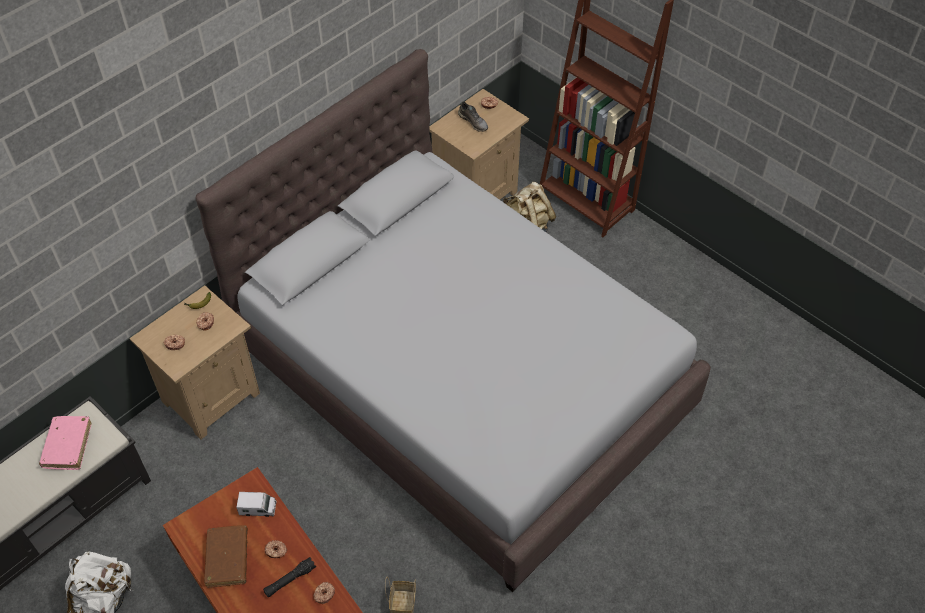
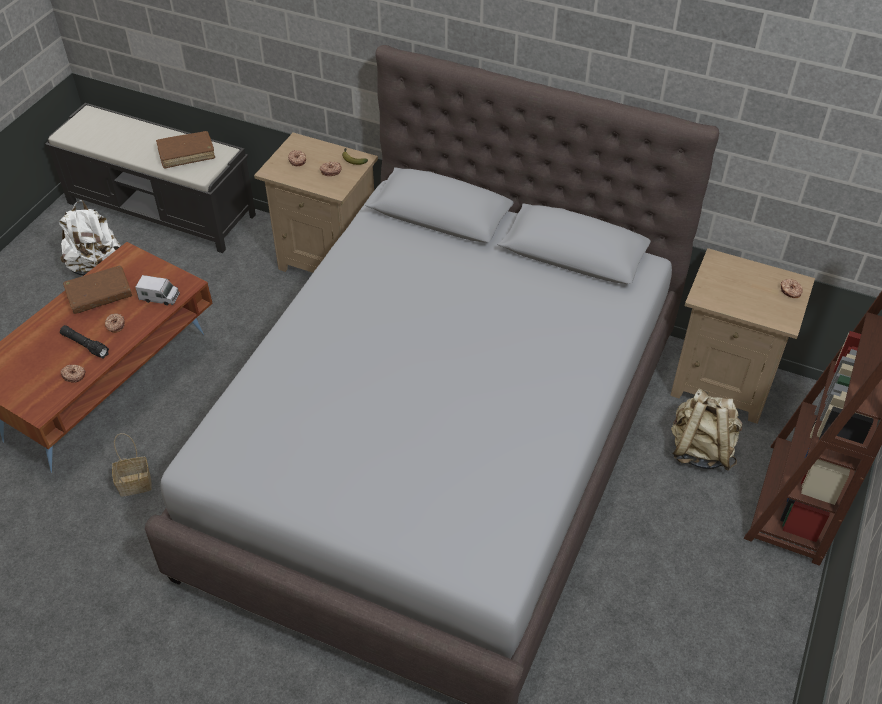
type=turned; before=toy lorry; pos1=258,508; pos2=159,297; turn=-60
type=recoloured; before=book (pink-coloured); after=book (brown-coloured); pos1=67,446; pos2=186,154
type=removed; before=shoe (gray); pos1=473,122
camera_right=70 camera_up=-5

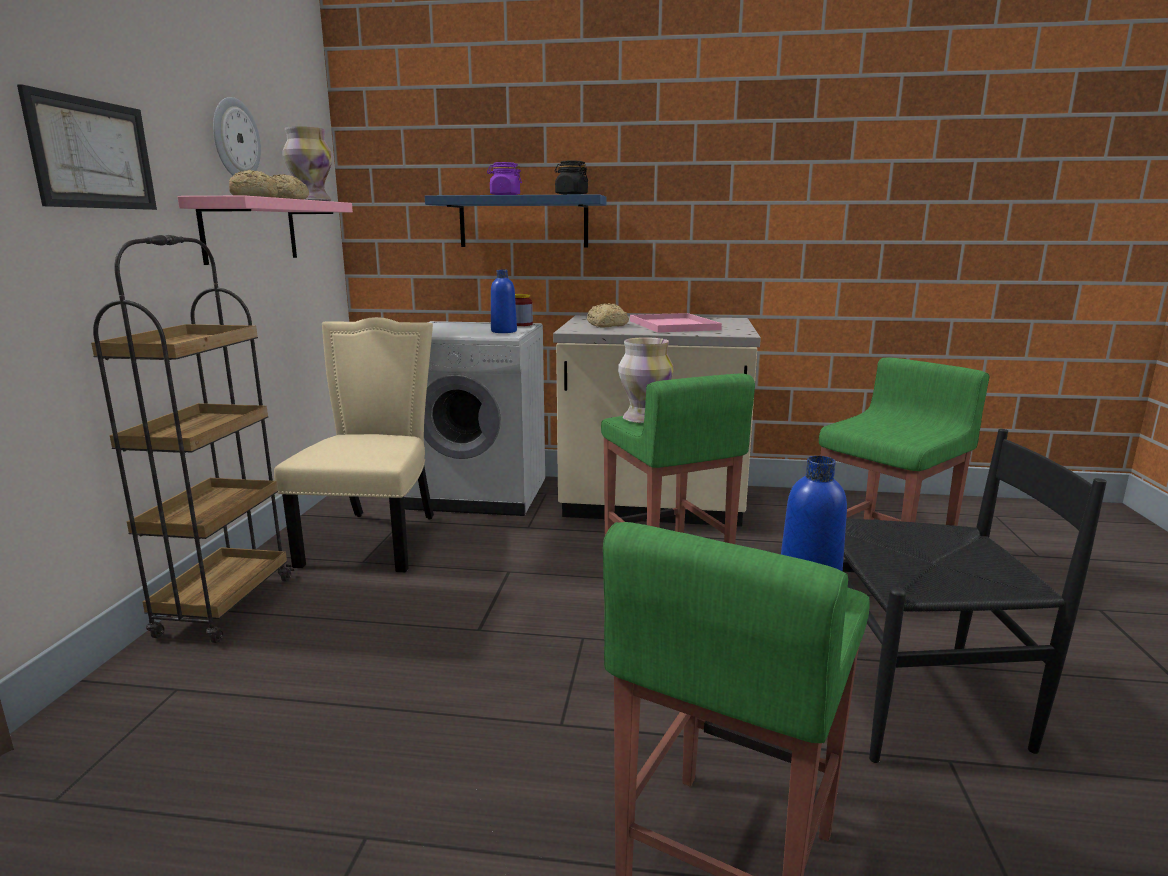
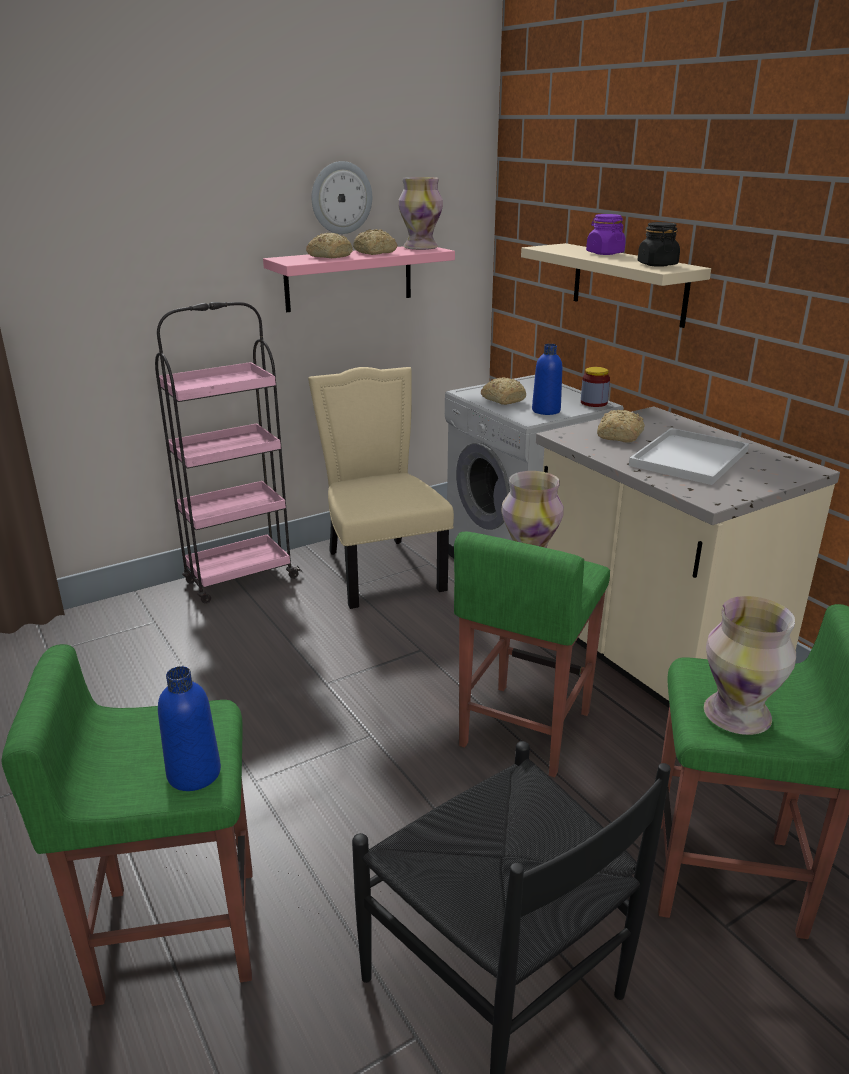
type=recoloured; before=trolley (brown-coloured); after=trolley (pink-coloured); pos1=224,608; pos2=240,580
type=turned; before=plain chair (sand-coloured); pos1=373,542; pos2=382,573; turn=-75
type=added; after=bakery bread; pos2=503,399
type=recoloured; before=wall shelf (bluish); after=wall shelf (sand-coloured); pos1=523,222; pos2=629,284
type=recoloured; before=carrying tray (pink-coloured); after=carrying tray (white-coloured); pos1=672,325; pos2=689,457
type=added; after=decorative vase; pos2=737,716
type=removed; before=wall art; pos1=92,154
camera_right=50 camera_up=10

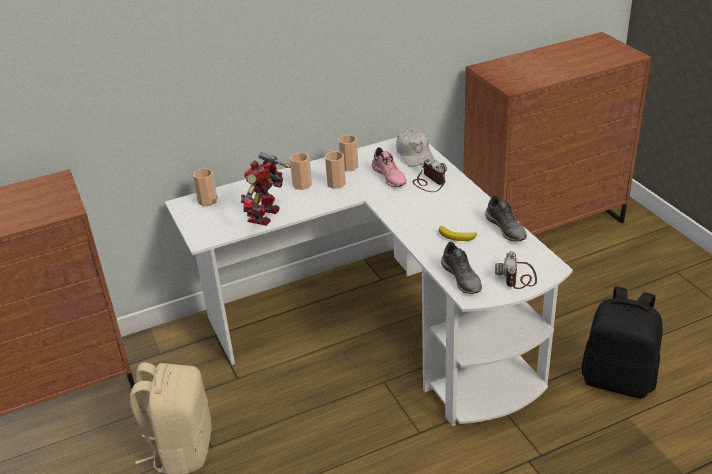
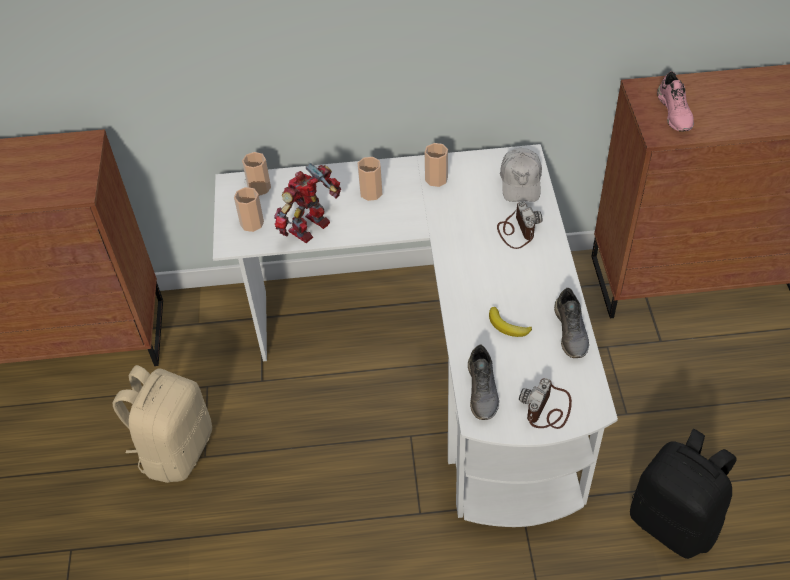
type=moved; before=small cup; pos1=336,183; pos2=252,223
type=moved; before=shoe (pink-coloured); pos1=390,176; pos2=675,112
camera_right=20 camera_up=15

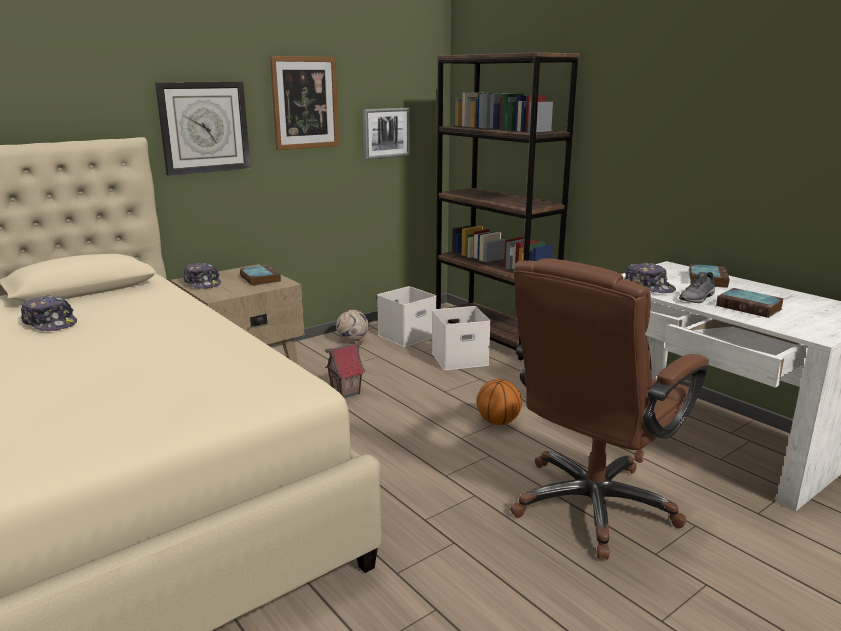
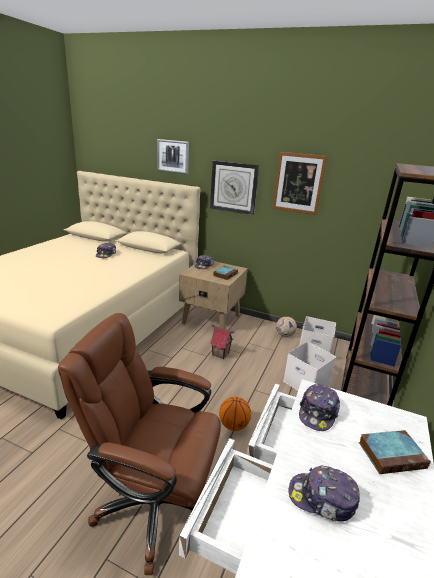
type=moved; before=wall art; pos1=386,133; pos2=173,156
type=replaced; before=book; after=cap; pos1=750,307; pos2=322,499
type=removed; before=shoe (gray); pos1=697,298
camera_right=60 camera_up=5

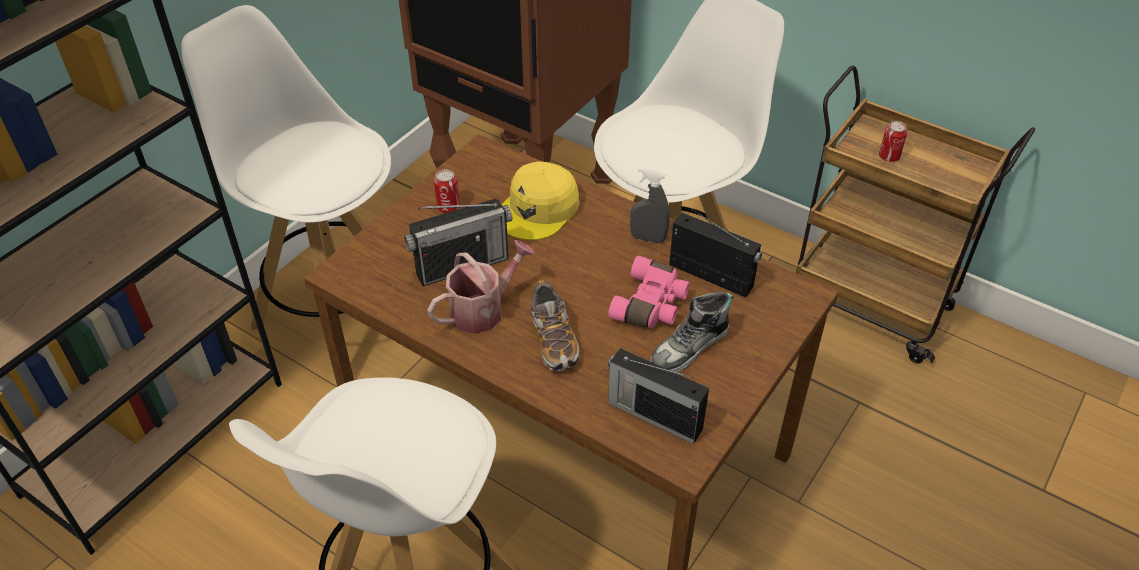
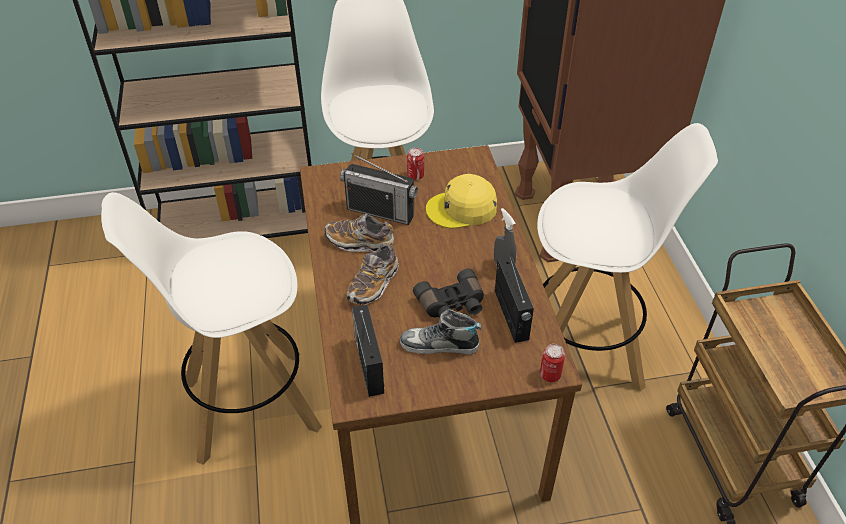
type=replaced; before=watering pot; after=shoe; pos1=483,309; pos2=360,242
type=recoloured; before=pair of binoculars (pink-coloured); after=pair of binoculars (black-coloured); pos1=651,305; pos2=452,305
type=moved; before=can; pos1=889,157; pos2=550,375
camera_right=45 camera_up=0

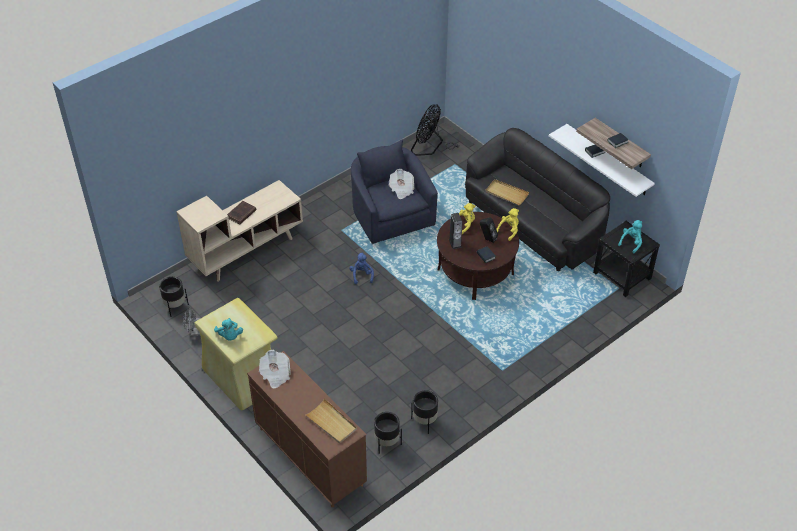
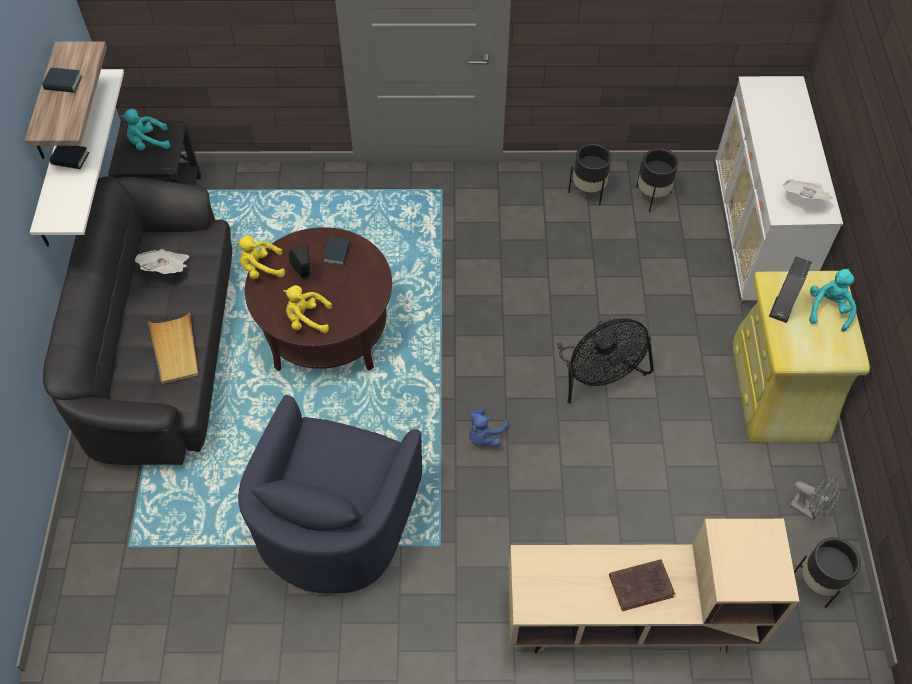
type=moved; before=printed paper; pos1=401,189; pos2=167,269
type=moved; before=electric fan (black-coloured); pos1=432,145; pos2=596,375
type=recoloured; before=cupboard (brown-coloured); after=cupboard (white-coloured); pos1=310,457; pos2=754,236
type=moved; before=speaker; pos1=455,243; pos2=781,309
type=removed; before=carrying tray (sand-coloured); pos1=331,423
camera_right=-140 camera_up=10

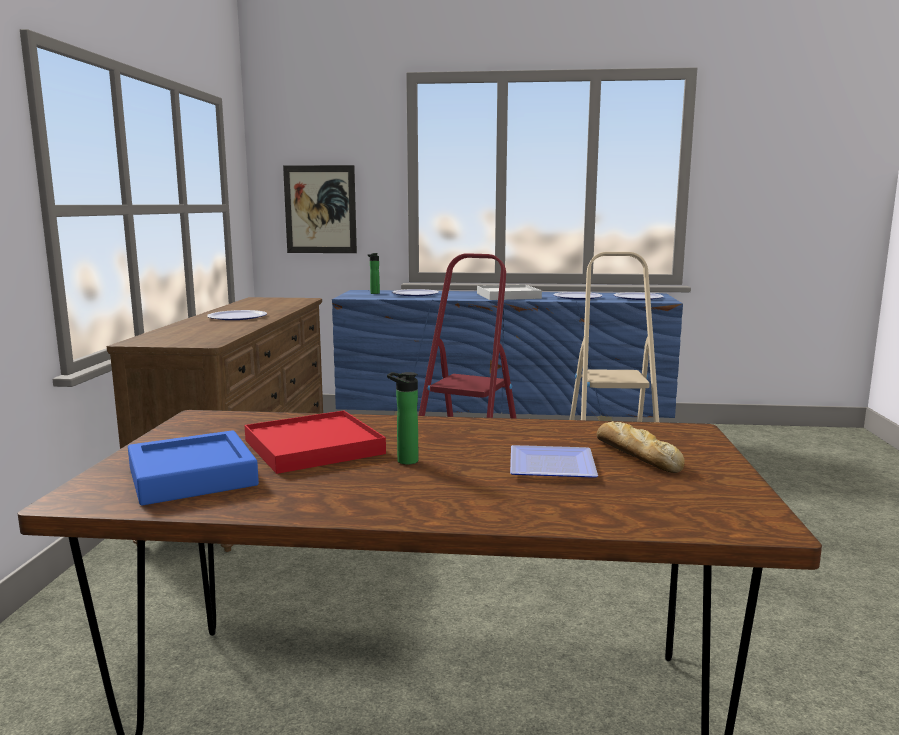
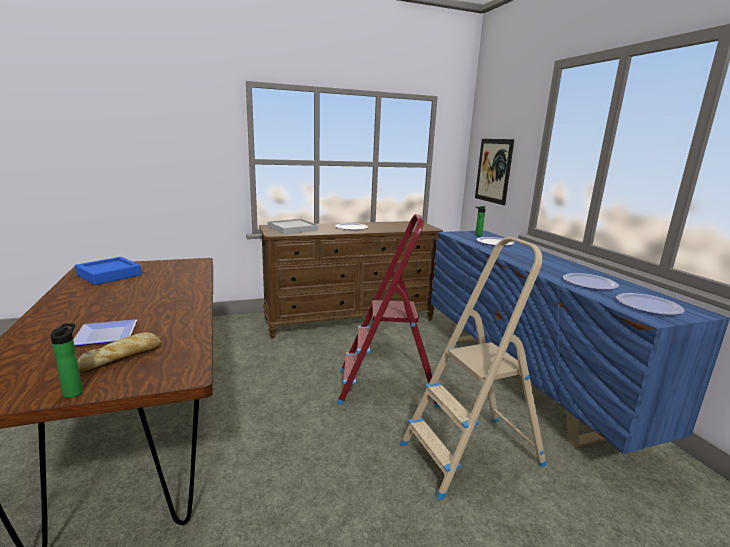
type=moved; before=drink bottle; pos1=404,460; pos2=74,391
type=moved; before=carrying tray (white-coloured); pos1=508,296; pos2=292,228
type=removed; before=carrying tray (red-coloured); pos1=314,447
camera_right=65 camera_up=5

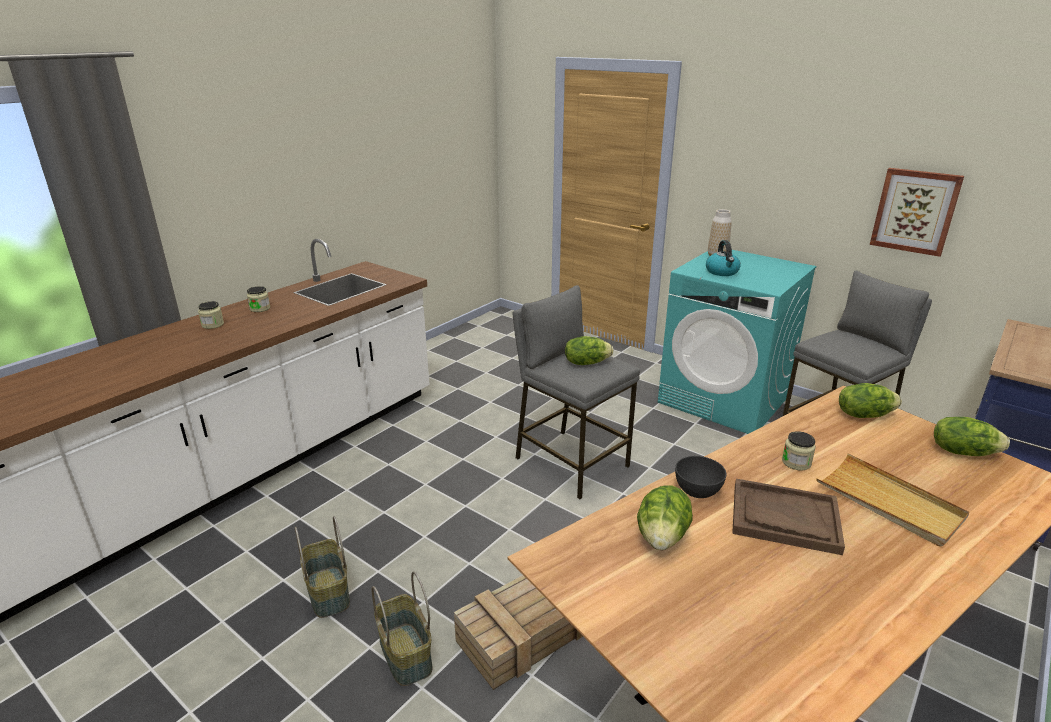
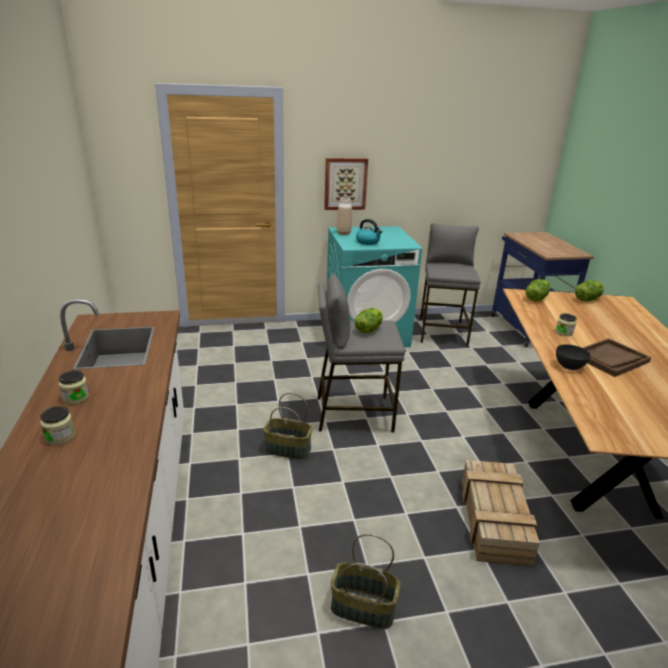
type=moved; before=storage basket; pos1=404,654; pos2=287,450
type=moved; before=wall art; pos1=915,211; pos2=345,184
type=removed; before=head of lettuce; pos1=662,538
type=removed; before=carrying tray (sand-coloured); pos1=889,502
camera_right=-50 camera_up=0

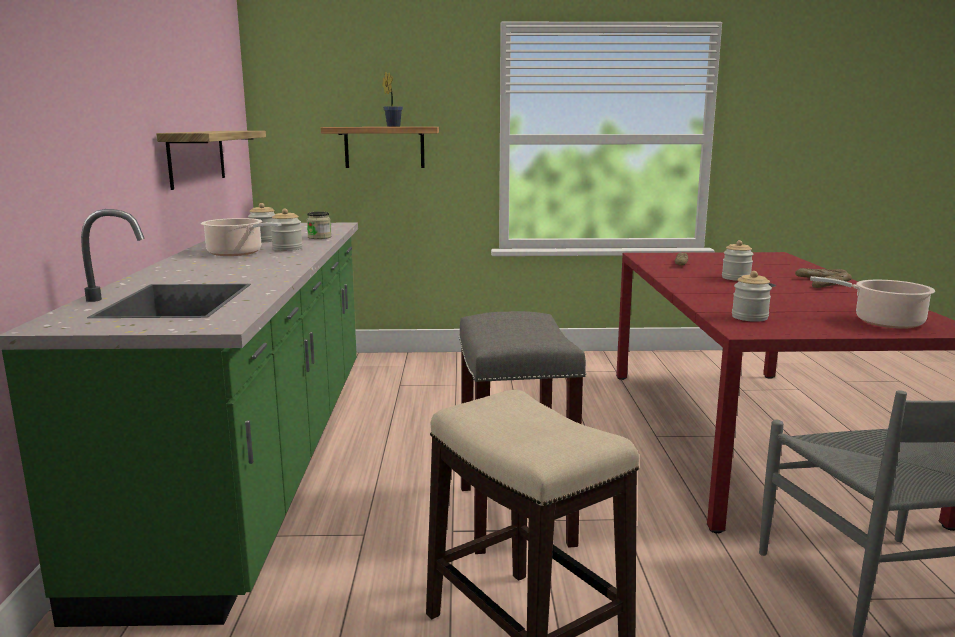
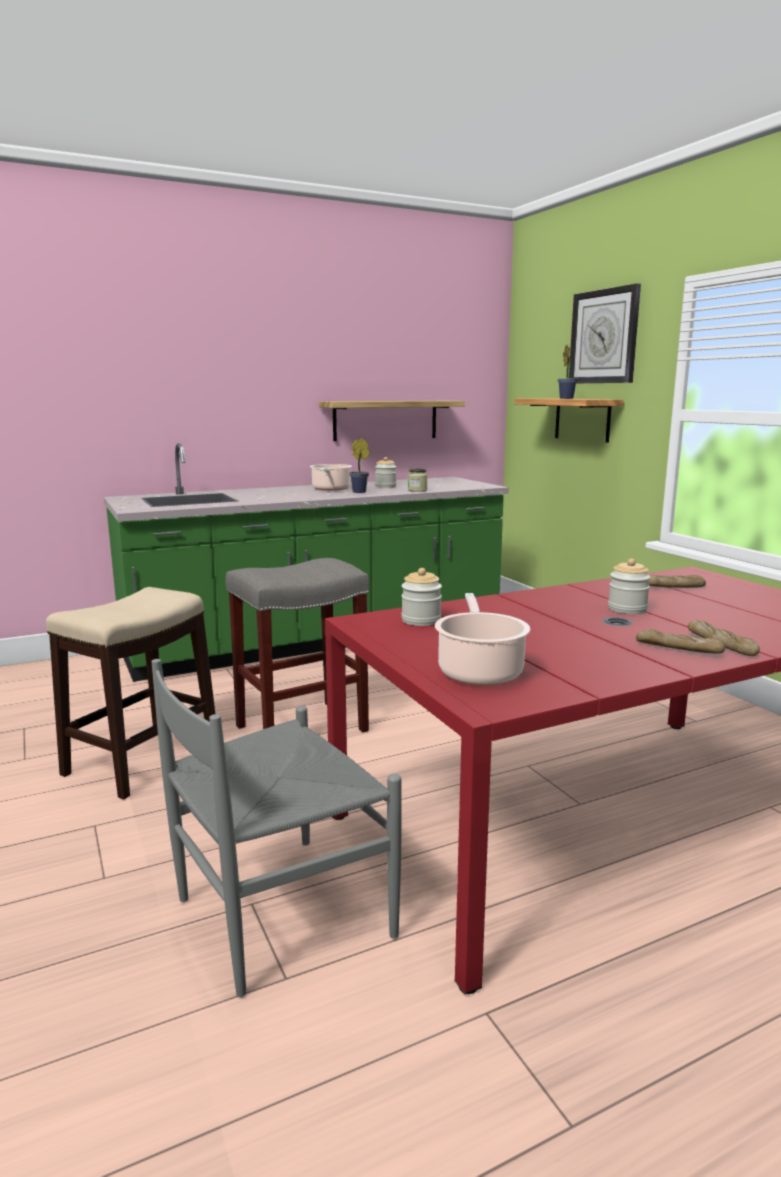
type=replaced; before=jar; after=houseplant; pos1=287,248; pos2=361,492
type=added; after=wall clock; pos2=604,337
camera_right=65 camera_up=0

